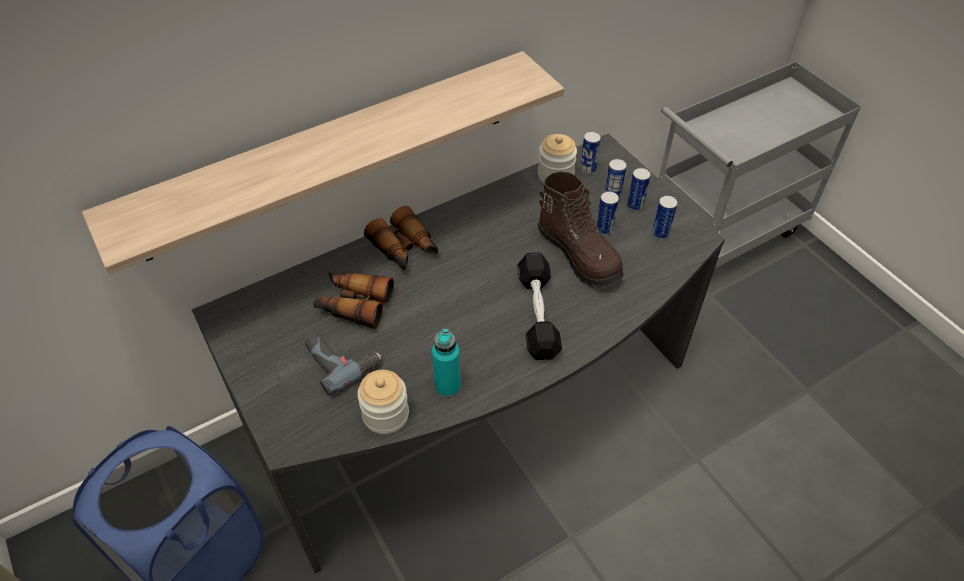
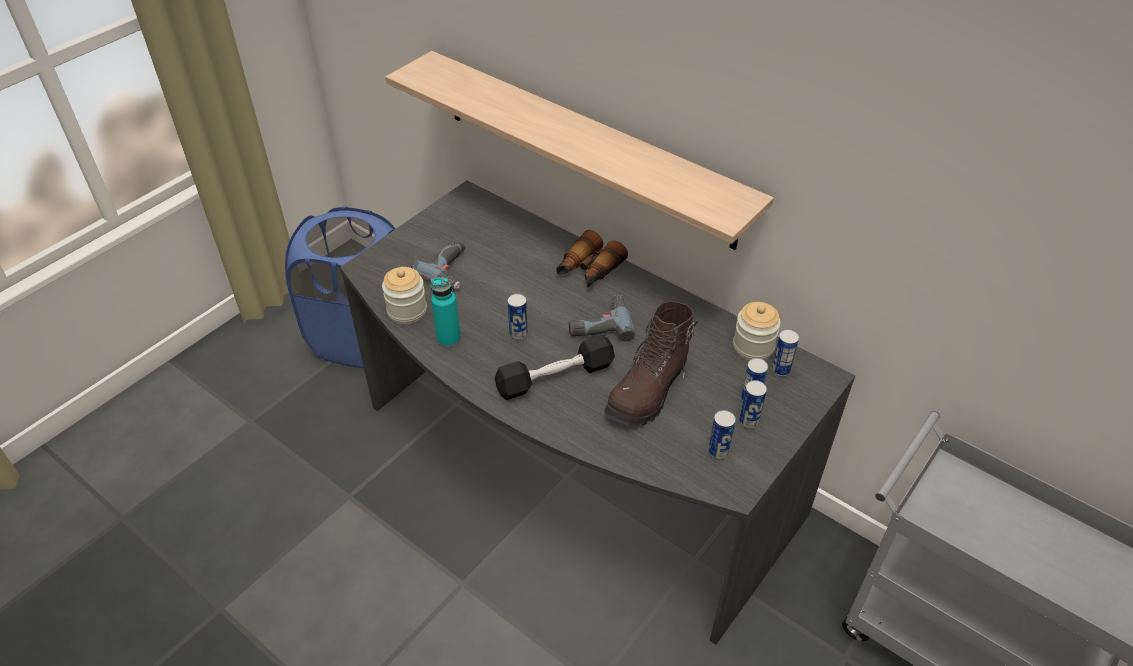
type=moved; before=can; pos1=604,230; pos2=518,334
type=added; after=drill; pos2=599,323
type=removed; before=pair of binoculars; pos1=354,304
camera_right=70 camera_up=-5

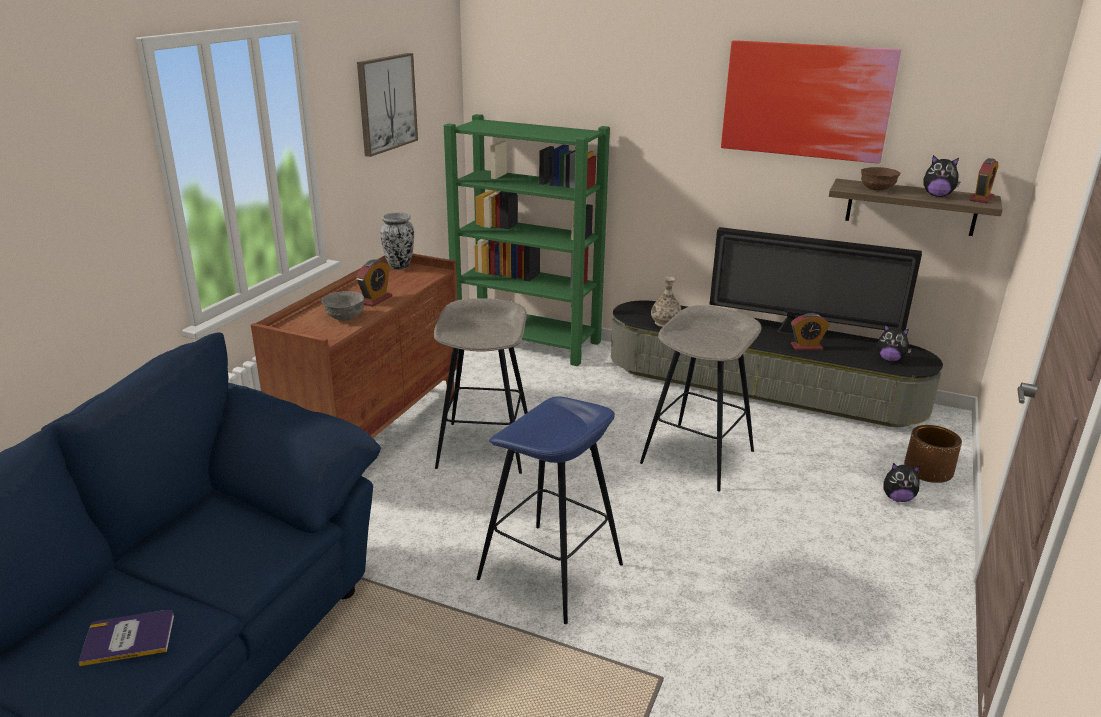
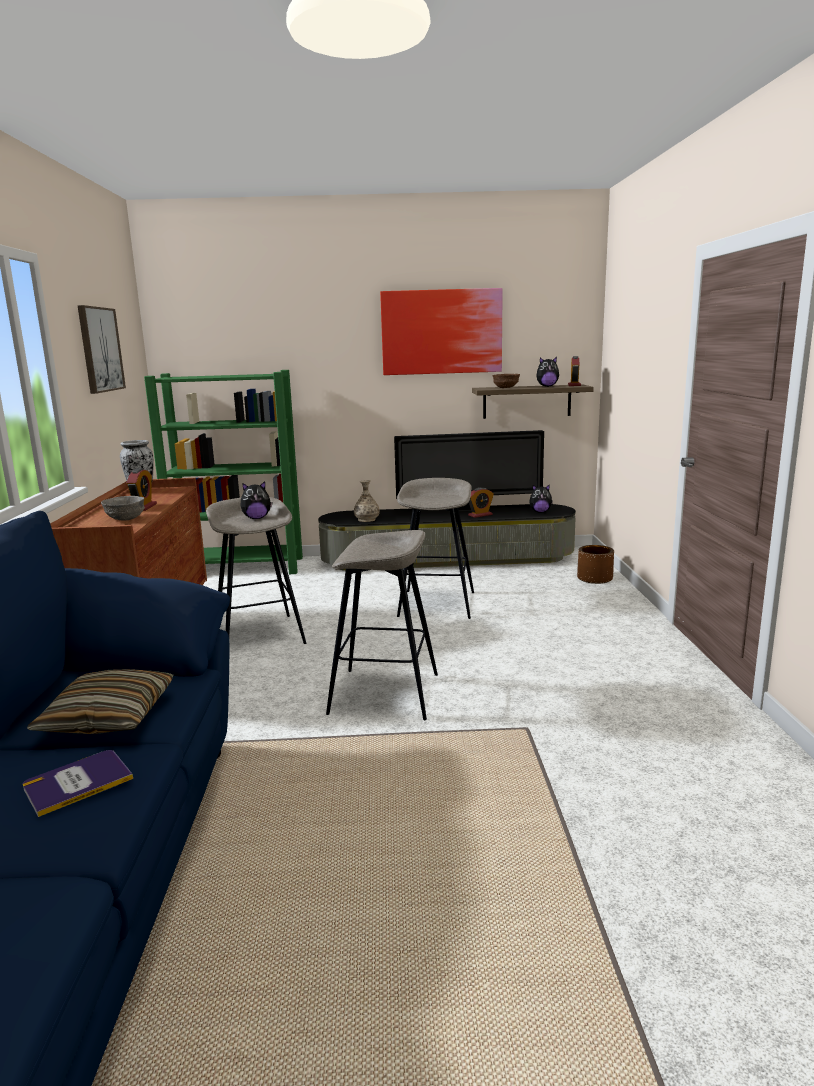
type=added; after=pillow; pos2=108,717
type=moved; before=soft toy; pos1=897,498; pos2=256,518
type=recoloured; before=sitting stool (bluish); after=sitting stool (gray); pos1=550,572; pos2=385,694
camera_right=-25 camera_up=-10

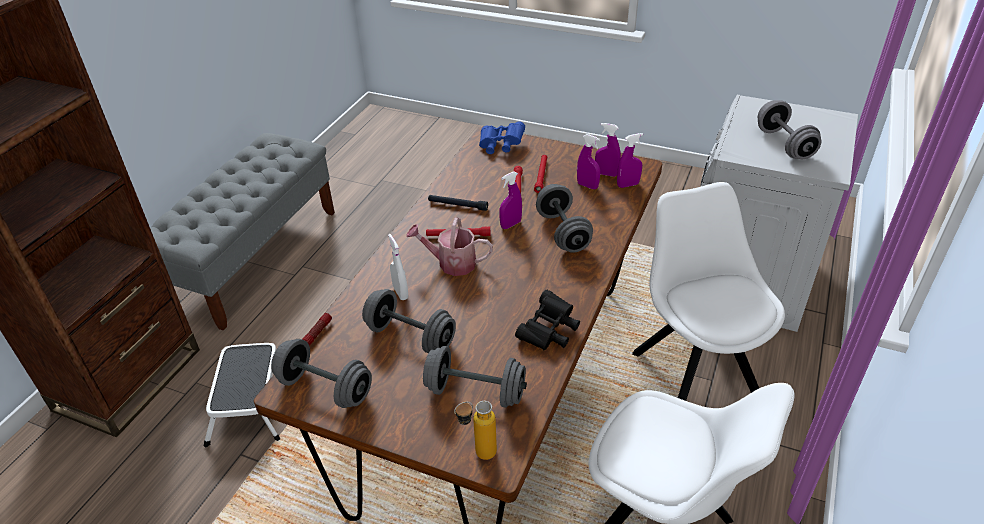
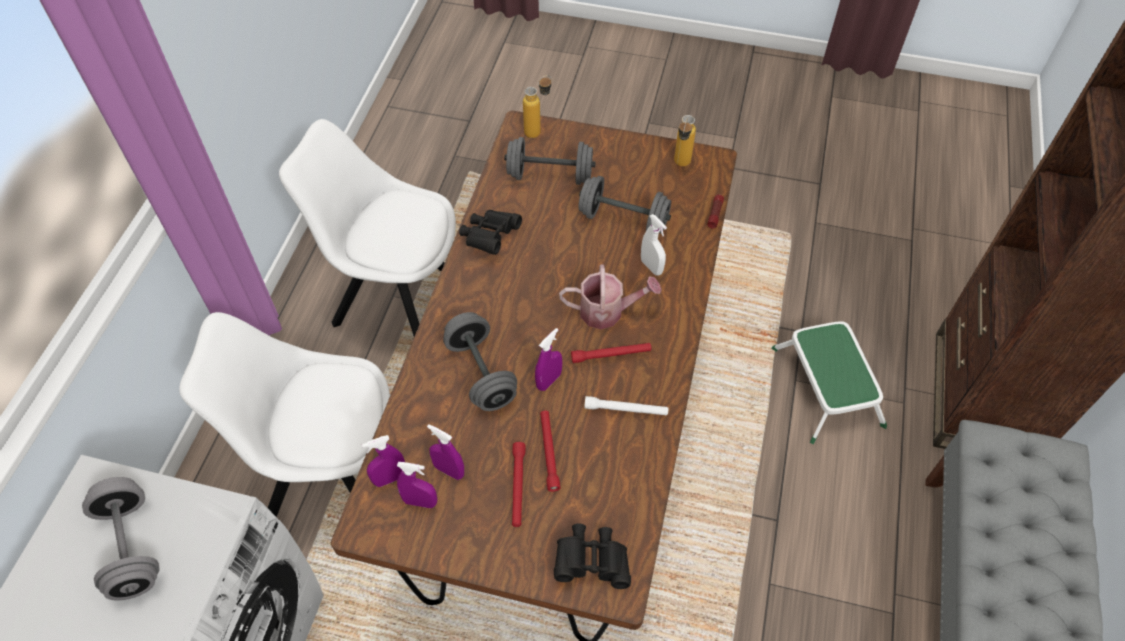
type=turned; before=plain chair (white-coloured); pos1=693,376; pos2=334,477; turn=120
type=recoloured; before=pair of binoculars (bluish); after=pair of binoculars (black-coloured); pos1=500,146; pos2=592,562
type=recoloured; before=hand torch (black-coloured); after=hand torch (white-coloured); pos1=457,205; pos2=626,409
type=replaced; before=hand weight (gray); after=drink bottle; pos1=325,388; pos2=680,166
type=recoloured; before=step stool (black-coloured); after=step stool (green); pos1=250,402; pos2=827,386
camera_right=170 camera_up=15

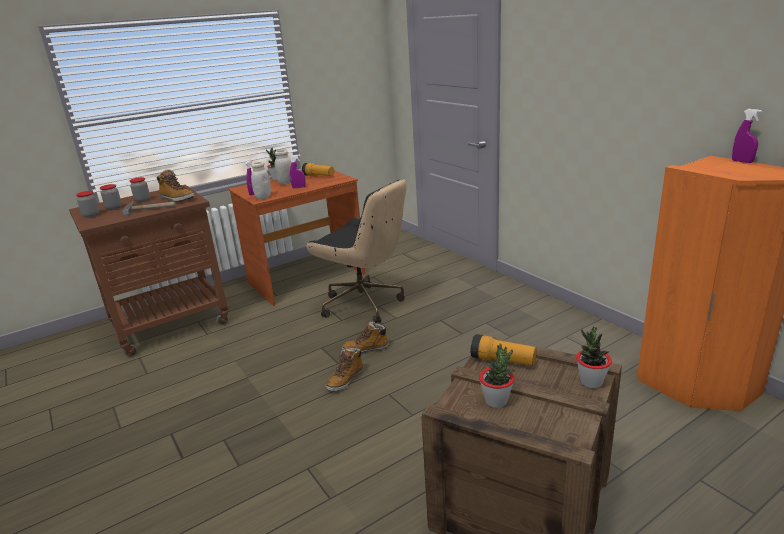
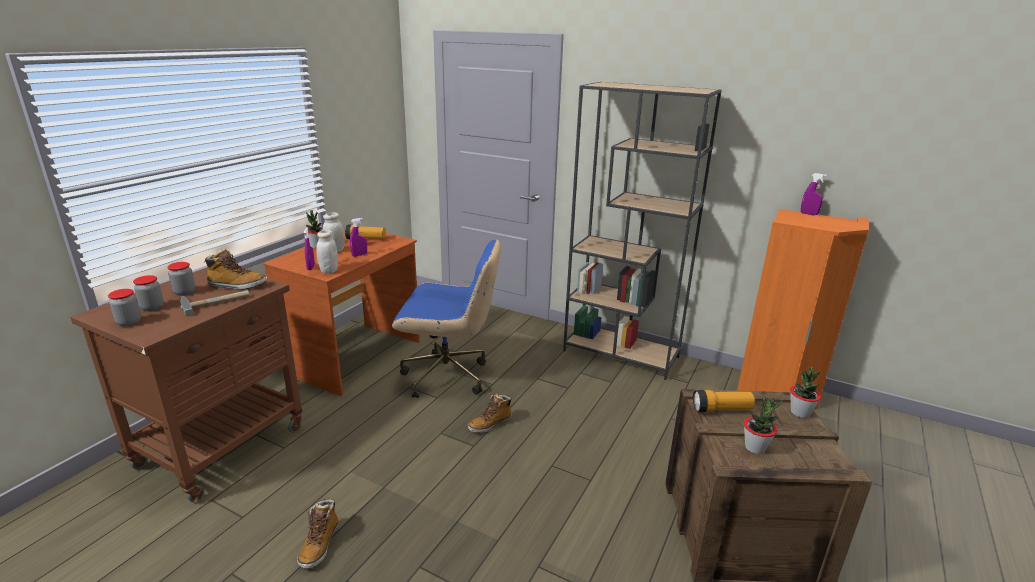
type=moved; before=boot; pos1=345,380; pos2=319,545
type=recoloured; before=office chair (black-coloured); after=office chair (bluish); pos1=364,306; pos2=449,377
type=added; after=bookcase; pos2=621,354
camera_right=-30 camera_up=0

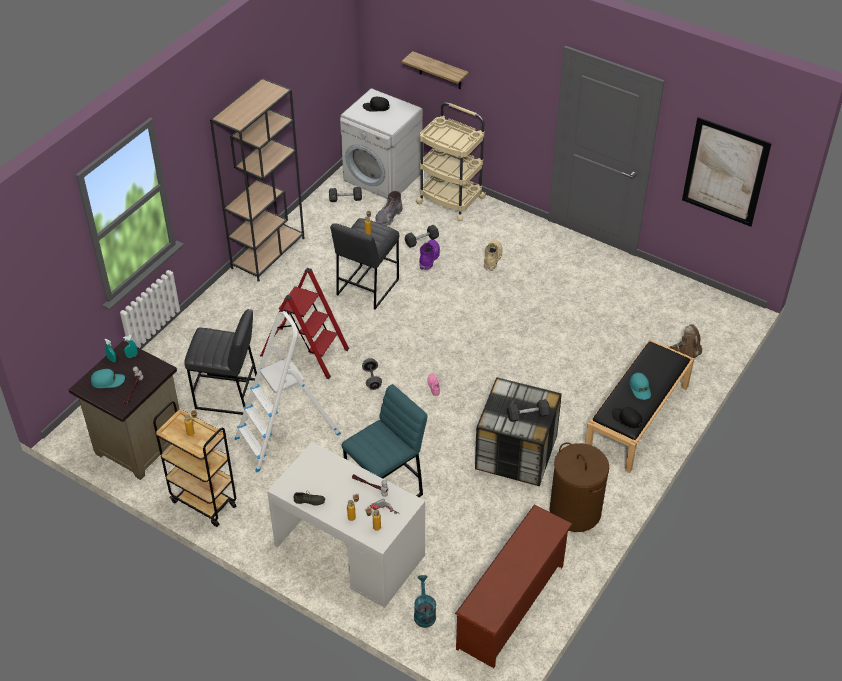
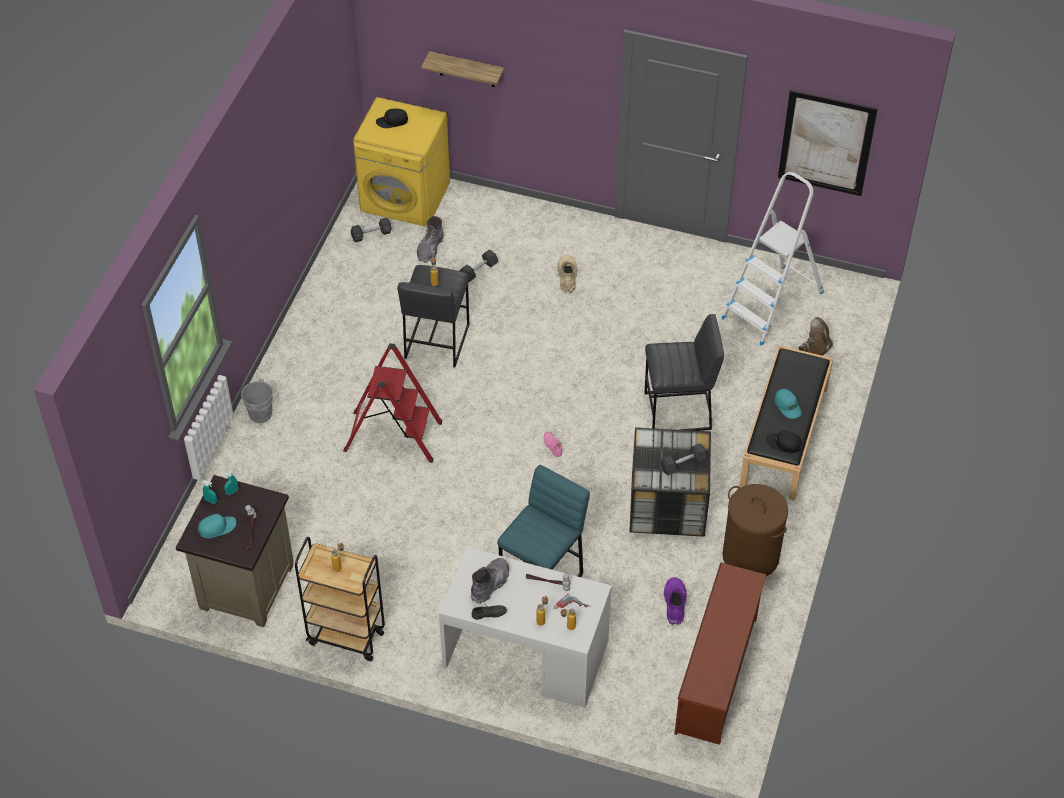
type=added; after=water bucket (gray); pos2=263,414
type=recoloured; before=laundry machine (white-coloured); after=laundry machine (yellow-coloured); pos1=382,177; pos2=404,197
type=added; after=boot (gray); pos2=490,583
type=moved; before=sitting stool (gray); pos1=228,394; pos2=679,411
type=moved; before=boot (purple-coloured); pos1=429,258; pos2=674,603
type=moved; before=step stool (white-coloured); pos1=287,436; pos2=772,305
type=removed; before=bookcase; pos1=268,253
type=removed; before=hand weight (gray); pos1=372,379
type=removed; before=watering pot (turquoise); pos1=424,613
type=removed; before=trolley (sand-coloured); pos1=450,200
camera_right=-15 camera_up=5

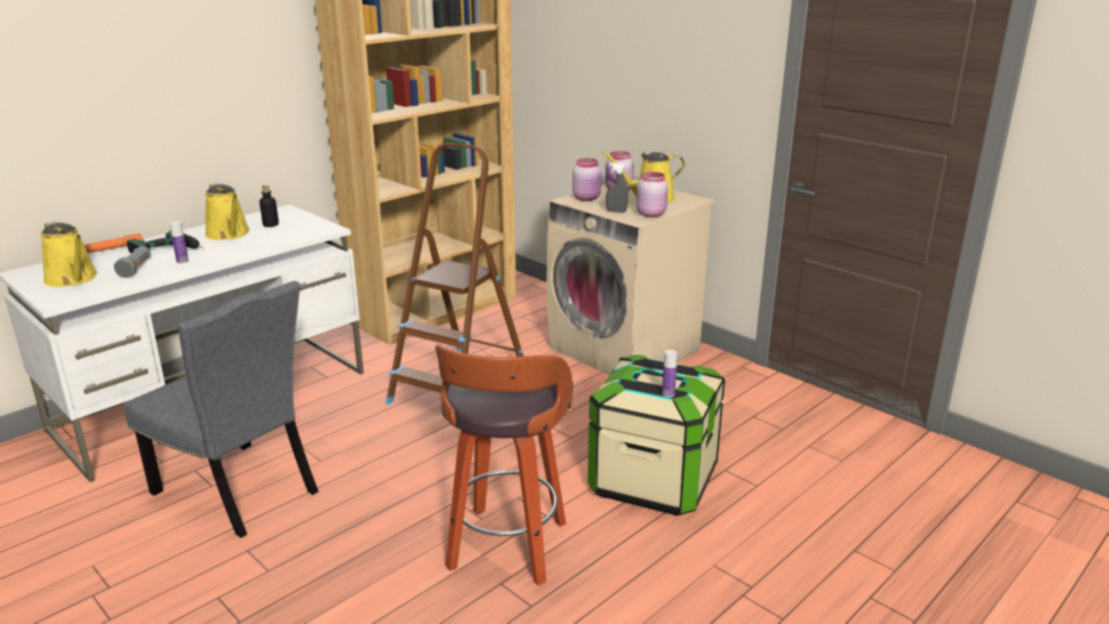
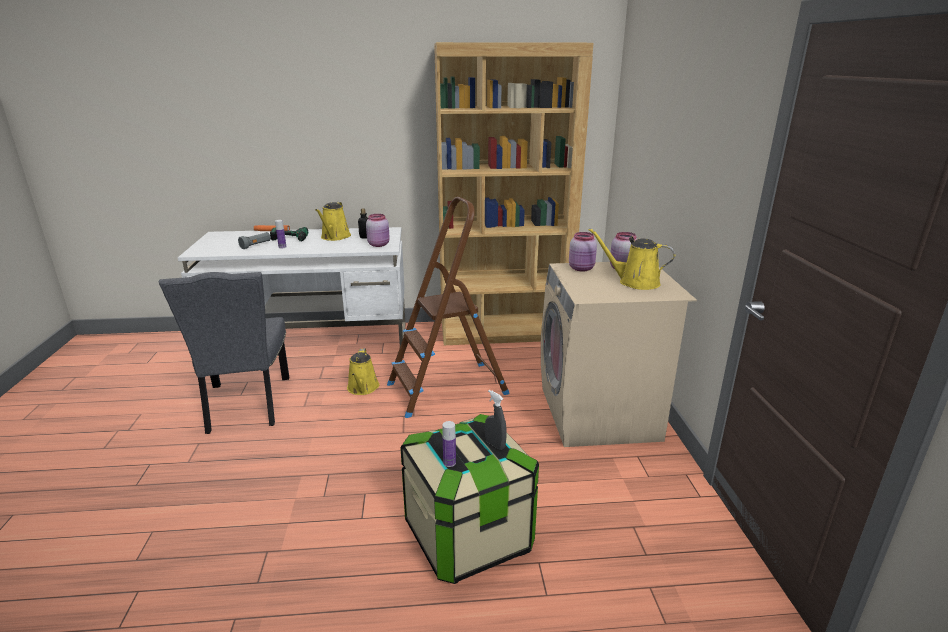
type=moved; before=watering pot (yellow-coloured); pos1=73,279; pos2=362,388
type=moved; before=jar (pink-coloured); pos1=651,214; pos2=379,244
type=moved; before=hand sprayer (gray); pos1=616,211; pos2=495,444
type=removed; before=sitting stool; pos1=507,548
camera_right=40 camera_up=0

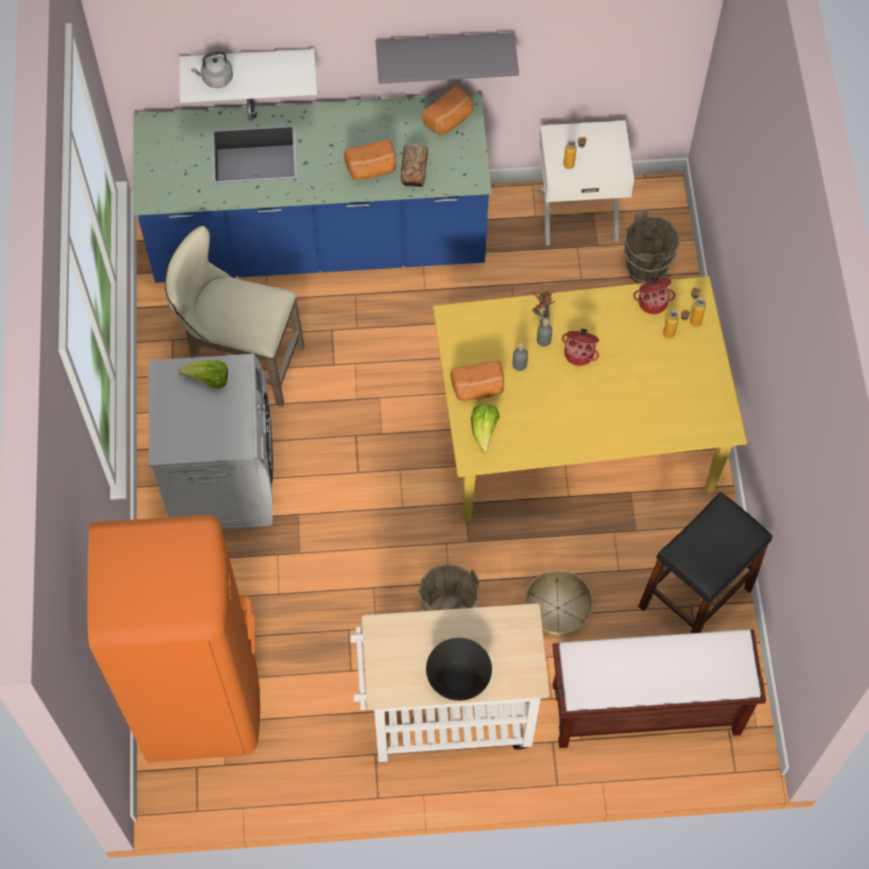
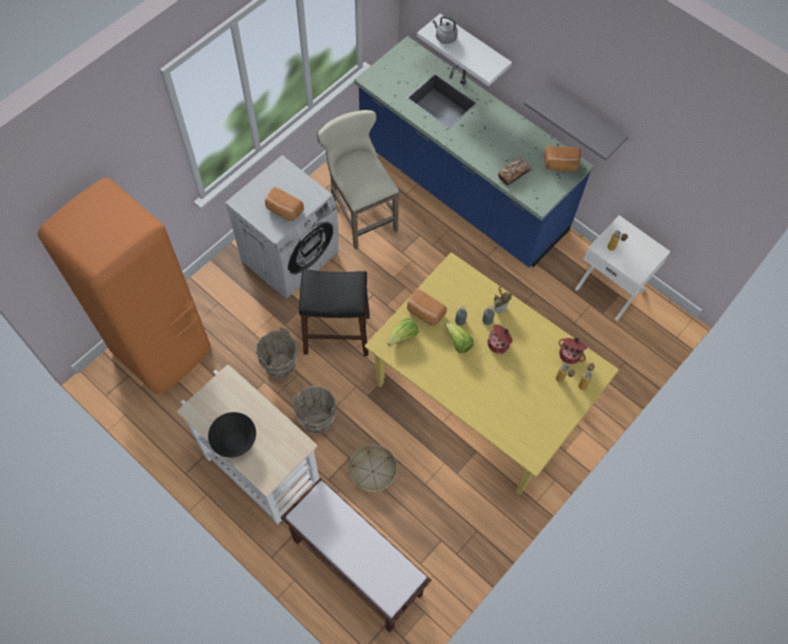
type=moved; before=water bucket (brown-coloured); pos1=646,269; pos2=280,367
type=moved; before=bakery bread; pos1=372,169; pos2=283,210
type=moved; before=sitting stool (black-coloured); pos1=695,598; pos2=336,334
type=moved; before=head of lettuce; pos1=209,380; pos2=458,343
camera_right=45 camera_up=0

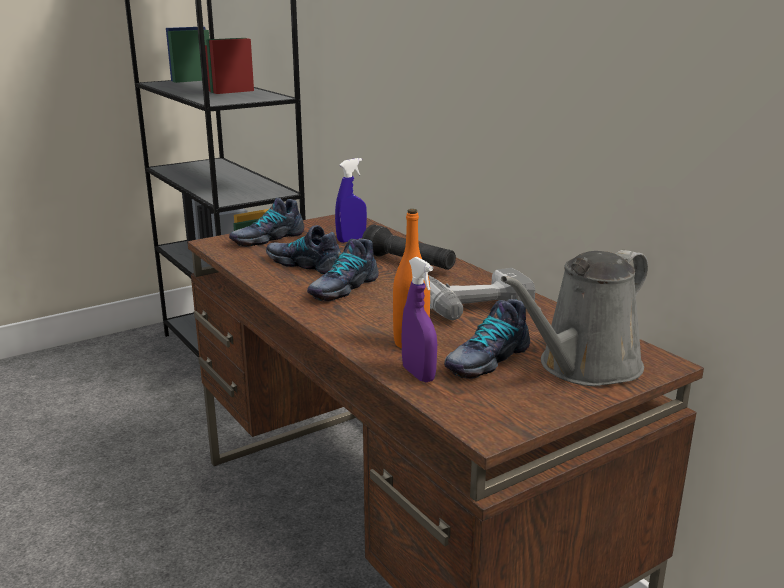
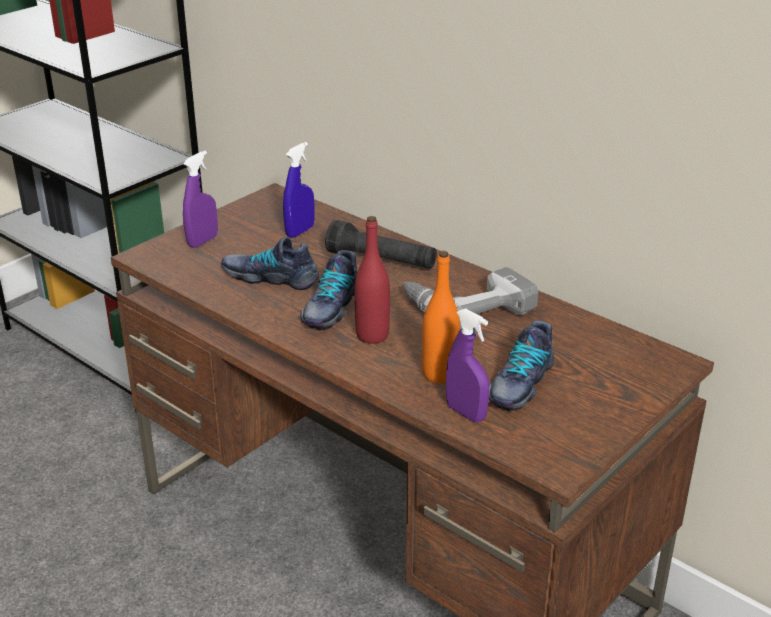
type=replaced; before=shoe; after=hand sprayer (purple-coloured); pos1=267,238; pos2=202,241
type=added; after=drink bottle (red-coloured); pos2=372,335
type=removed; before=watering pot (gray); pos1=584,367
camera_right=-15 camera_up=10

